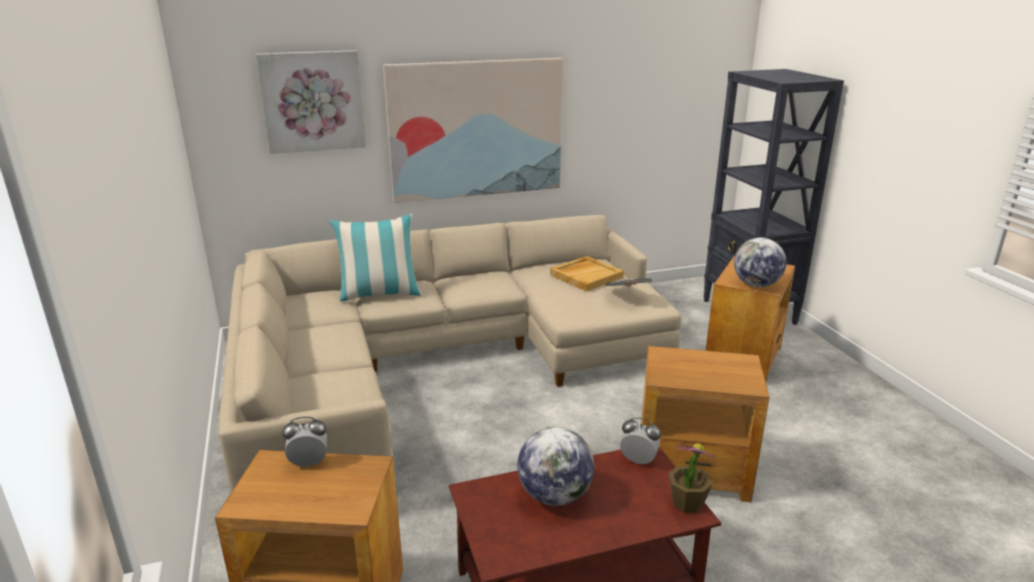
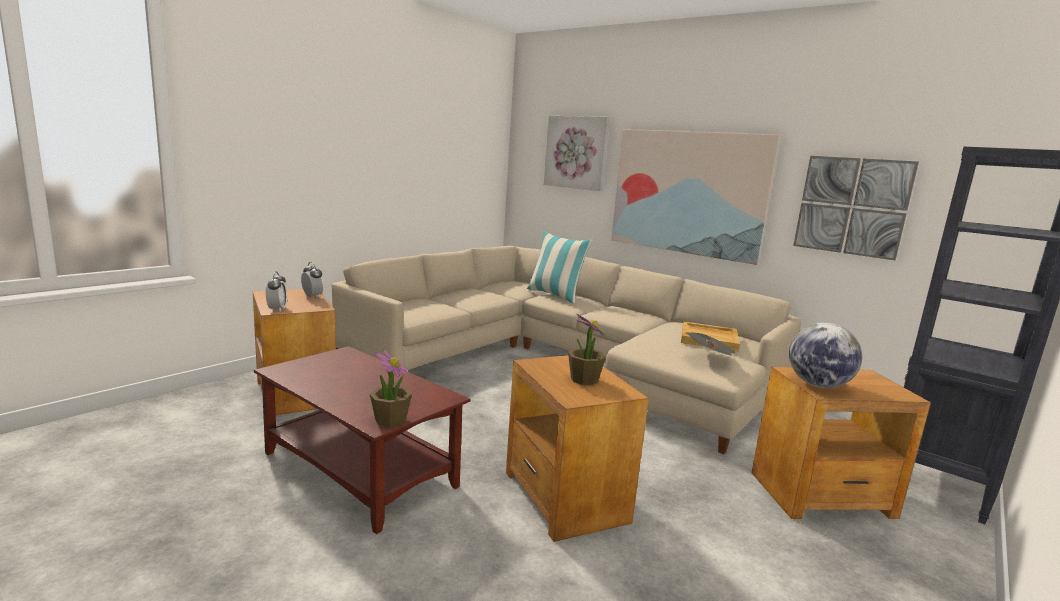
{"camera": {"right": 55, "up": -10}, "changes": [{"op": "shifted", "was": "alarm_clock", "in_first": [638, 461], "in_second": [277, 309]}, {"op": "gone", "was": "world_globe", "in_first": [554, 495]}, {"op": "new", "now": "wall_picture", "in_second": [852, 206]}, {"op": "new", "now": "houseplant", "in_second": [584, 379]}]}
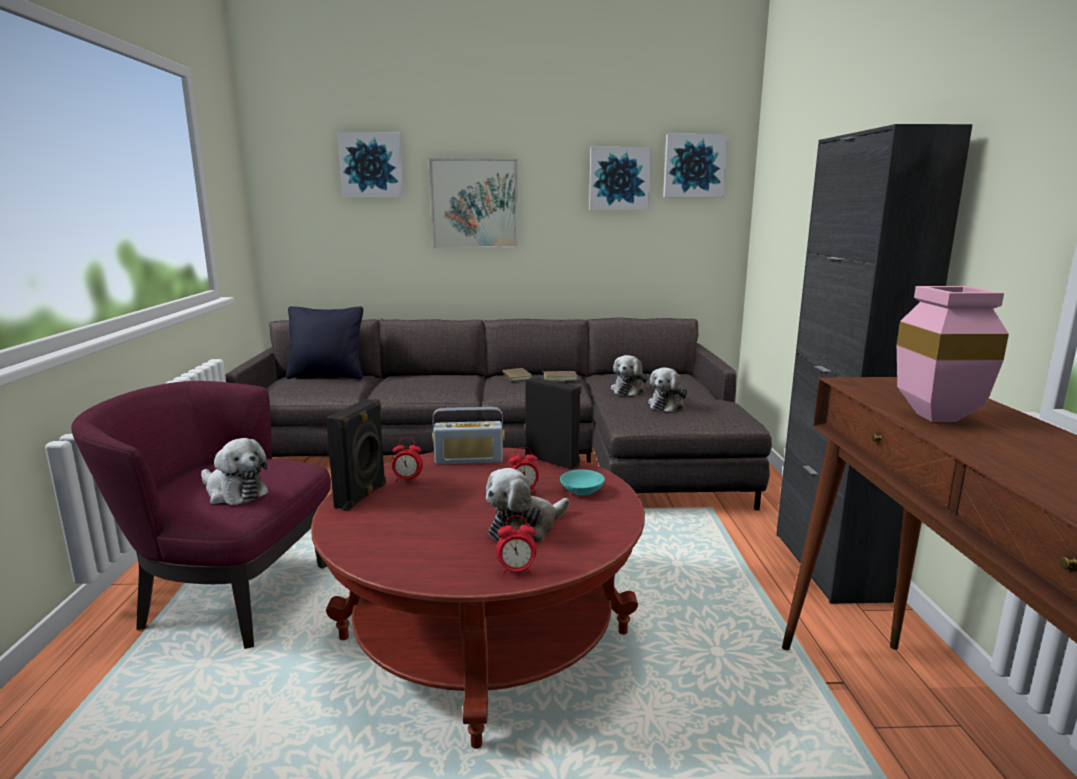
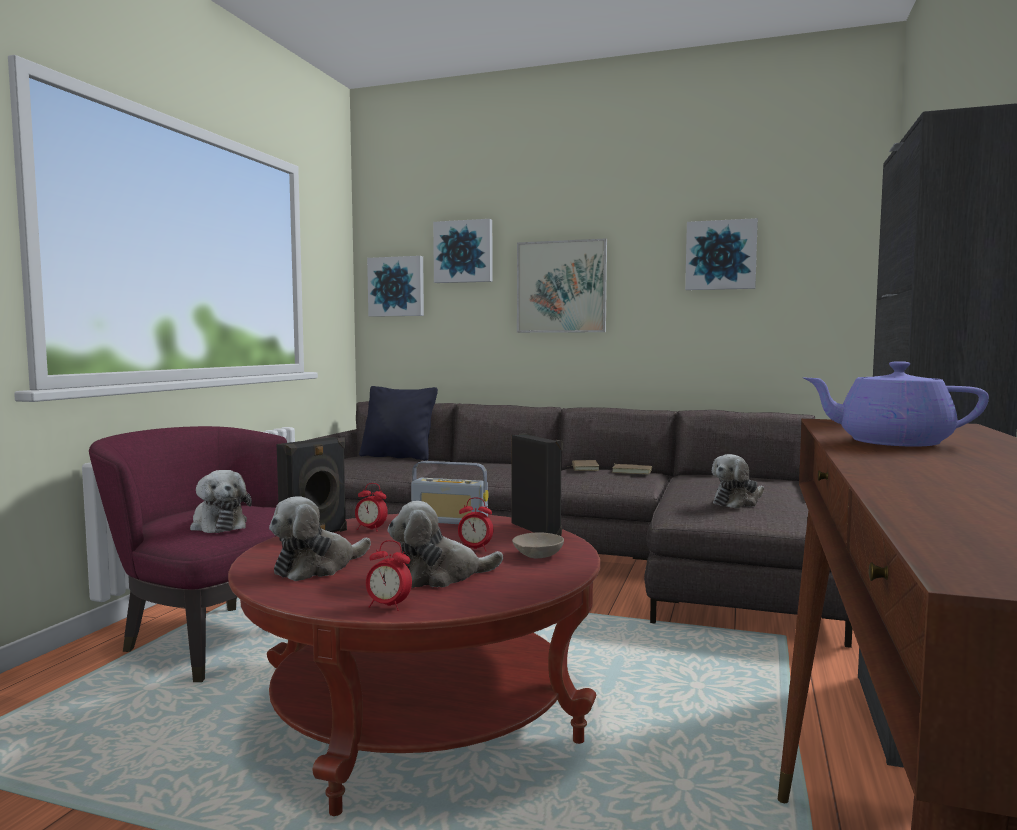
{"camera": {"right": 20, "up": -10}, "changes": [{"op": "shifted", "was": "wall_picture", "in_first": [694, 166], "in_second": [397, 287]}, {"op": "swapped", "was": "pink_vase", "now": "purple_tea_pot", "in_first": [941, 419], "in_second": [891, 442]}, {"op": "shifted", "was": "plush_toy", "in_first": [629, 390], "in_second": [317, 567]}, {"op": "repainted", "was": "turquoise-coloured_bowl", "now": "sand-coloured_bowl", "in_first": [583, 490], "in_second": [540, 555]}]}
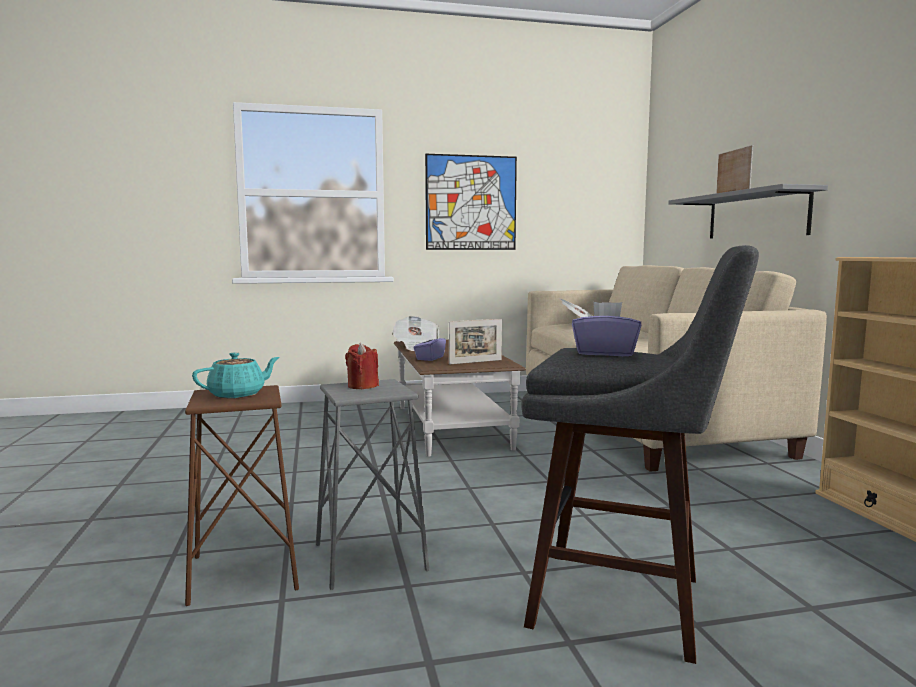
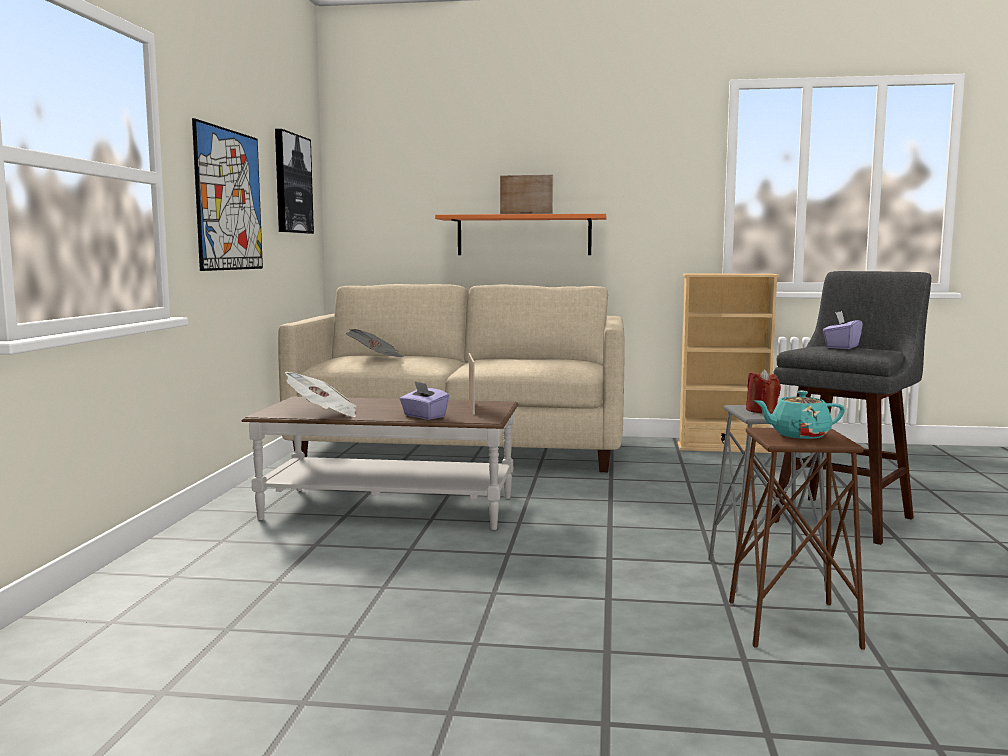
{"camera": {"right": -70, "up": 0}, "changes": [{"op": "repainted", "was": "grey_wall_shelf", "now": "orange-coloured_wall_shelf", "in_first": [756, 215], "in_second": [524, 235]}, {"op": "rotated", "was": "turquoise-coloured_tea_pot", "in_first": [238, 394], "in_second": [798, 435], "clockwise": -75}, {"op": "new", "now": "wall_picture", "in_second": [292, 184]}]}
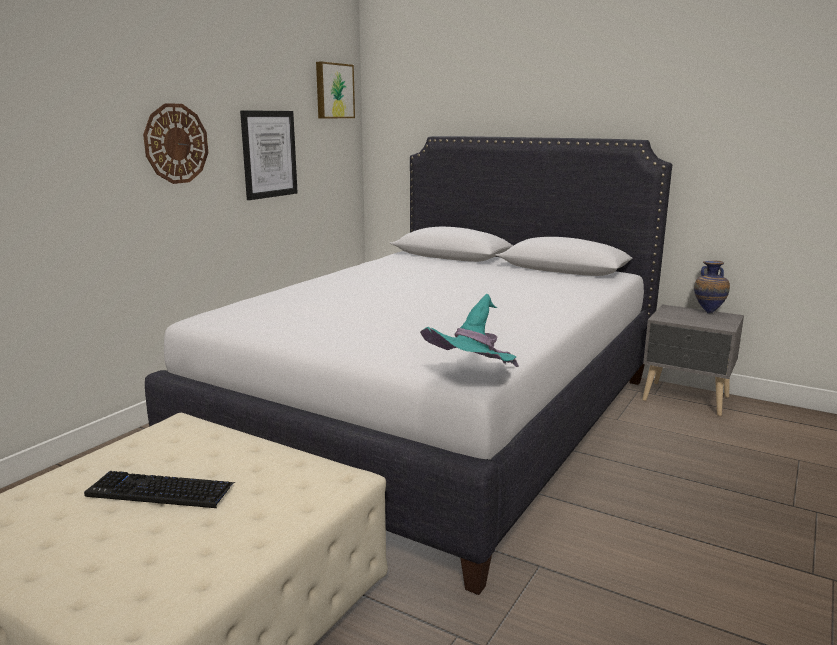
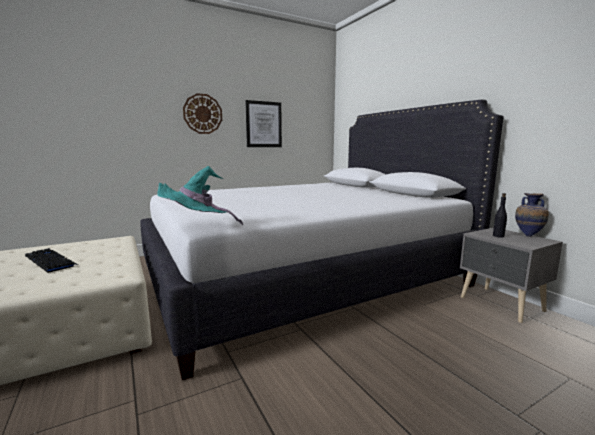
{"camera": {"right": 30, "up": -5}, "changes": [{"op": "gone", "was": "wall_picture", "in_first": [333, 91]}, {"op": "new", "now": "black_beverage_bottle", "in_second": [498, 236]}]}
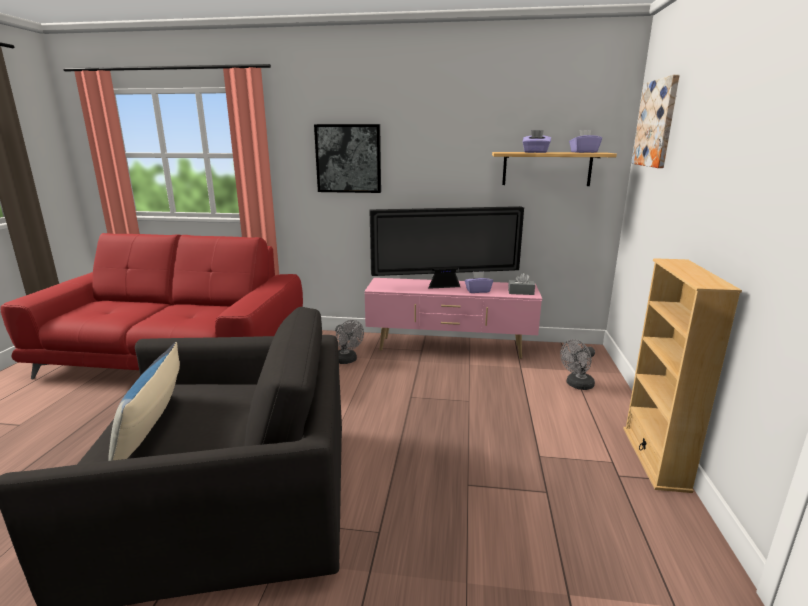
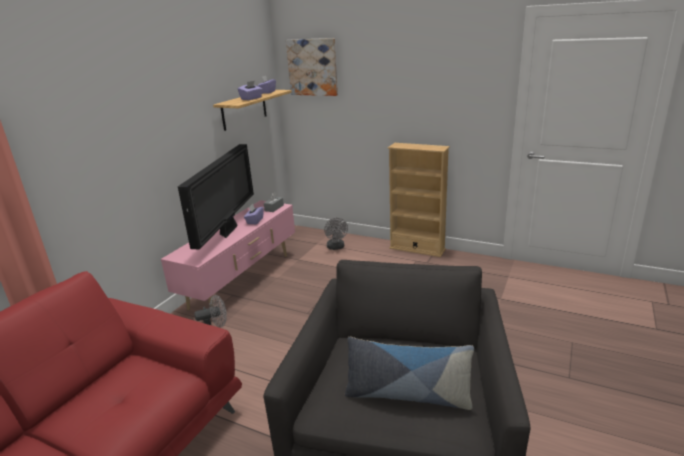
{"camera": {"right": -70, "up": 5}, "changes": [{"op": "gone", "was": "wall_picture", "in_first": [348, 158]}]}
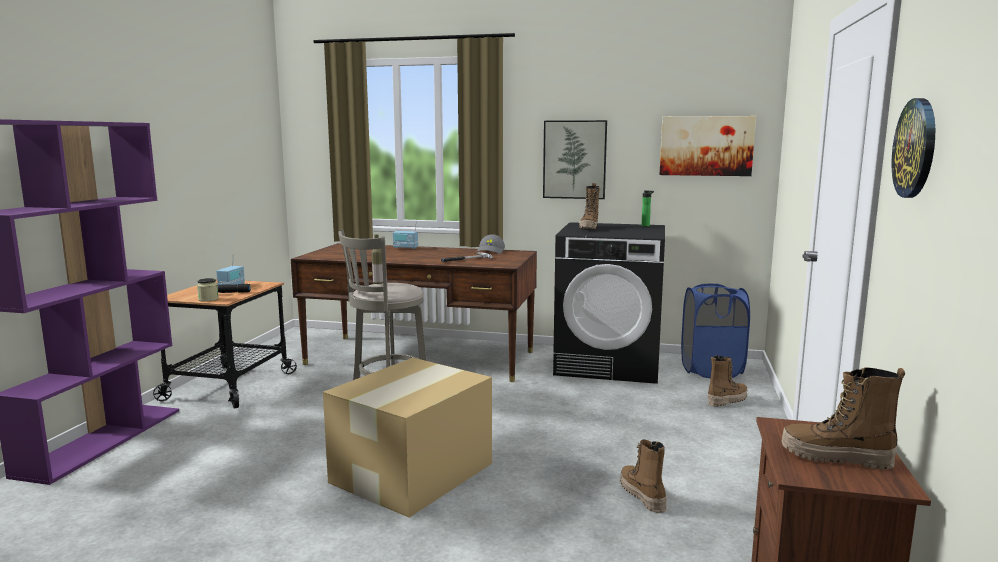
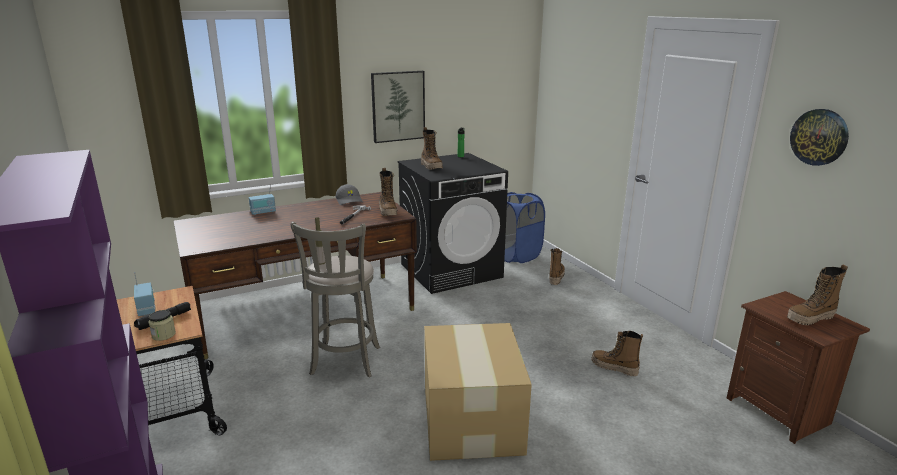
{"camera": {"right": -40, "up": 10}, "changes": [{"op": "gone", "was": "wall_picture", "in_first": [706, 146]}, {"op": "new", "now": "tall_boot", "in_second": [388, 211]}]}
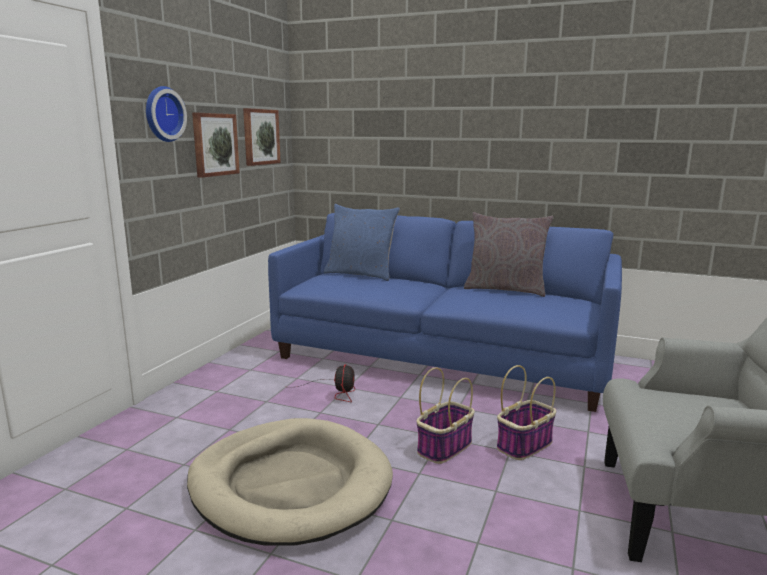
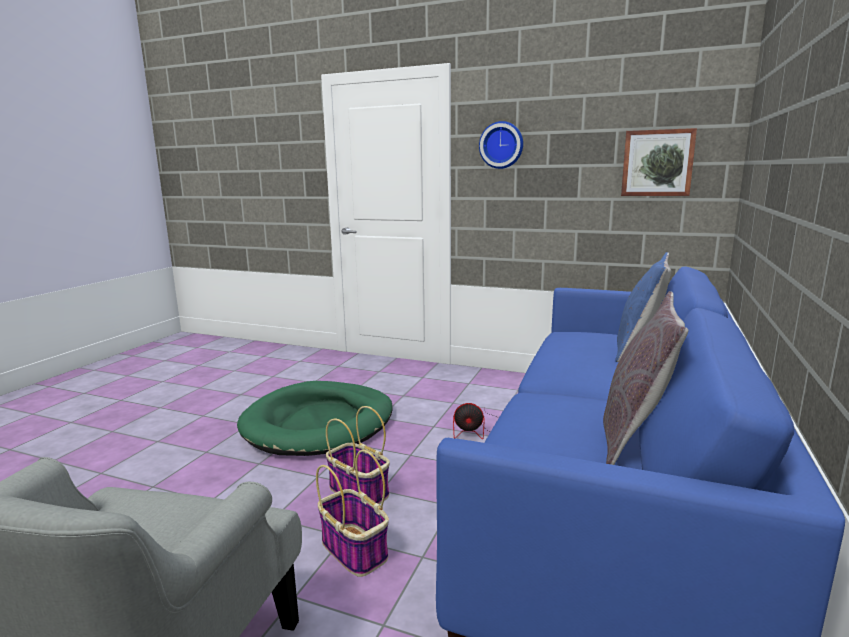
{"camera": {"right": 90, "up": 0}, "changes": [{"op": "gone", "was": "wall_picture", "in_first": [214, 144]}, {"op": "repainted", "was": "sand-coloured_dog_bed", "now": "greenish_dog_bed", "in_first": [290, 485], "in_second": [319, 423]}]}
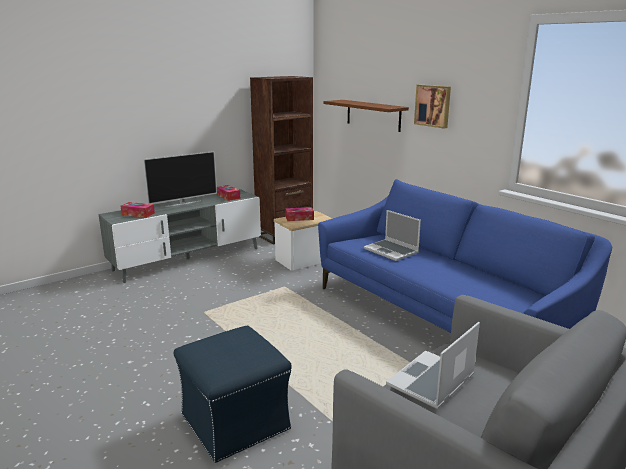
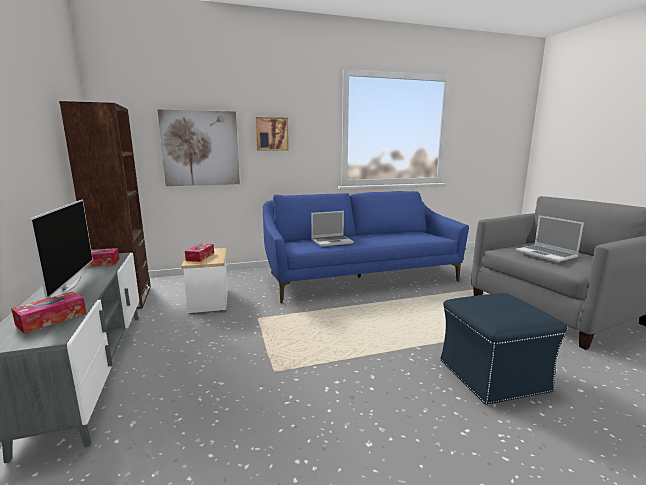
{"camera": {"right": -70, "up": -5}, "changes": [{"op": "swapped", "was": "brown-coloured_wall_shelf", "now": "wall_picture", "in_first": [373, 115], "in_second": [200, 148]}]}
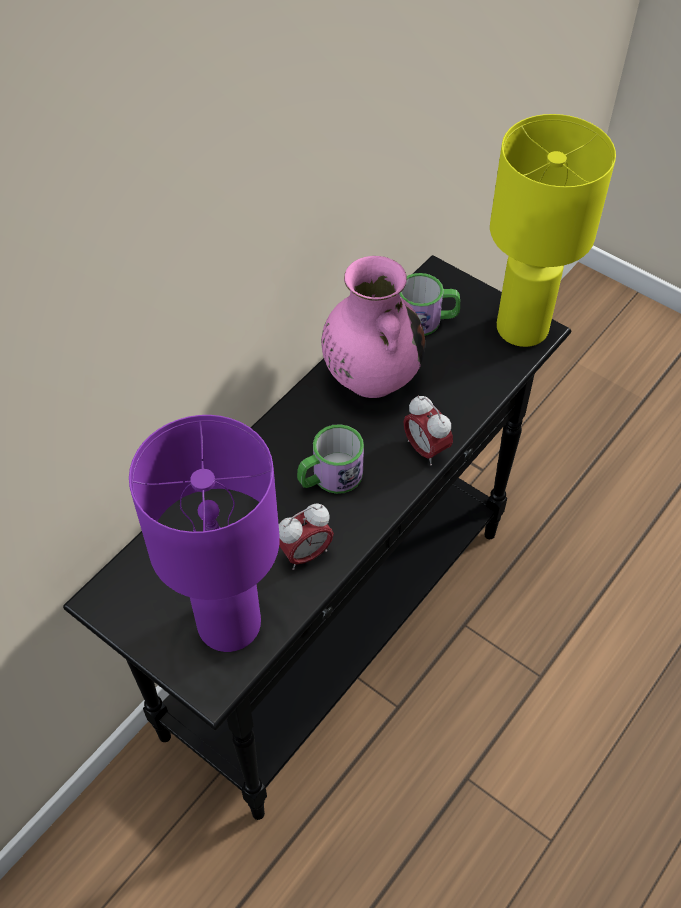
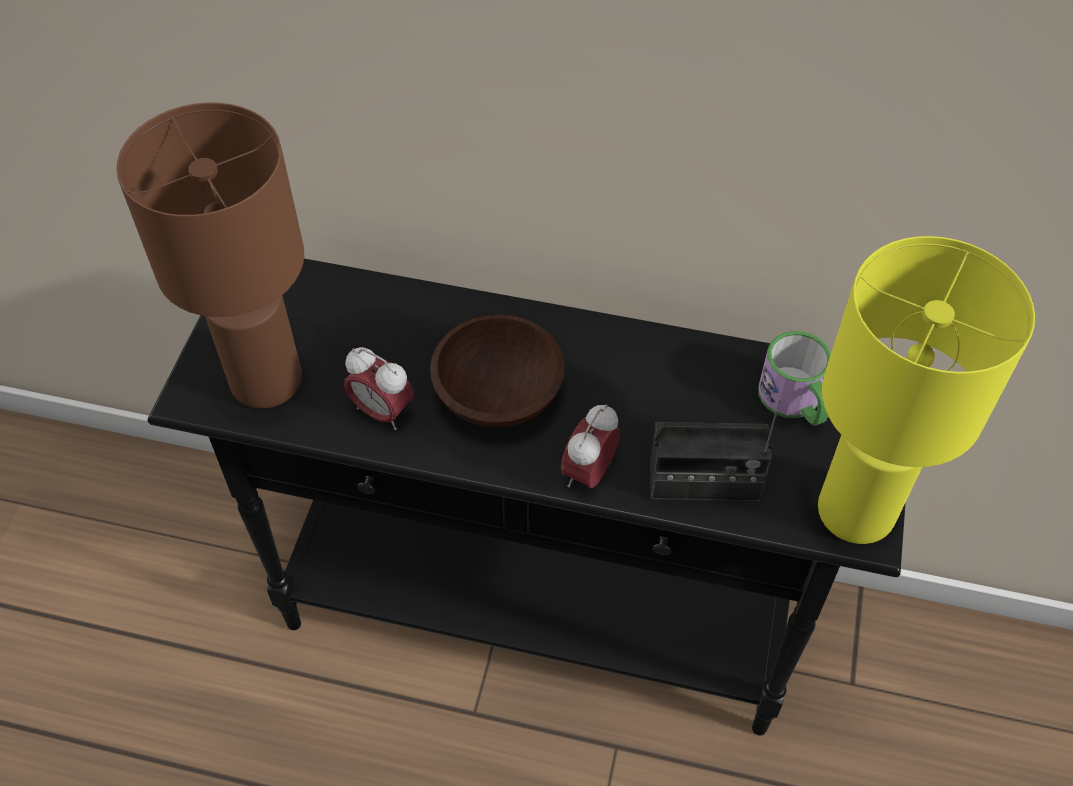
{"camera": {"right": 65, "up": 0}, "changes": [{"op": "gone", "was": "pink_vase", "in_first": [371, 376]}, {"op": "repainted", "was": "purple_lamp_for_a_table", "now": "brown-coloured_lamp_for_a_table", "in_first": [230, 623], "in_second": [268, 381]}, {"op": "swapped", "was": "mug", "now": "brown-coloured_bowl", "in_first": [329, 477], "in_second": [496, 394]}, {"op": "new", "now": "radio_set", "in_second": [704, 483]}]}
